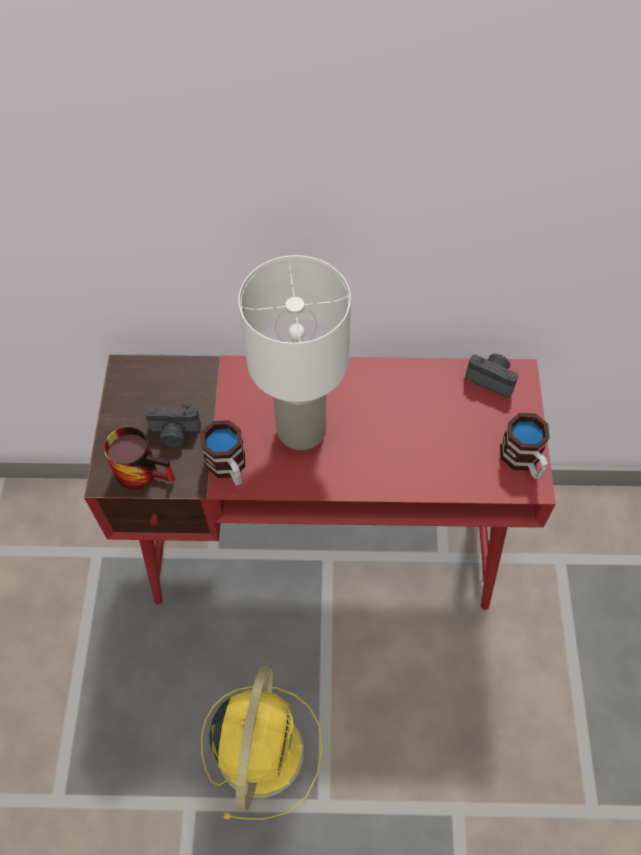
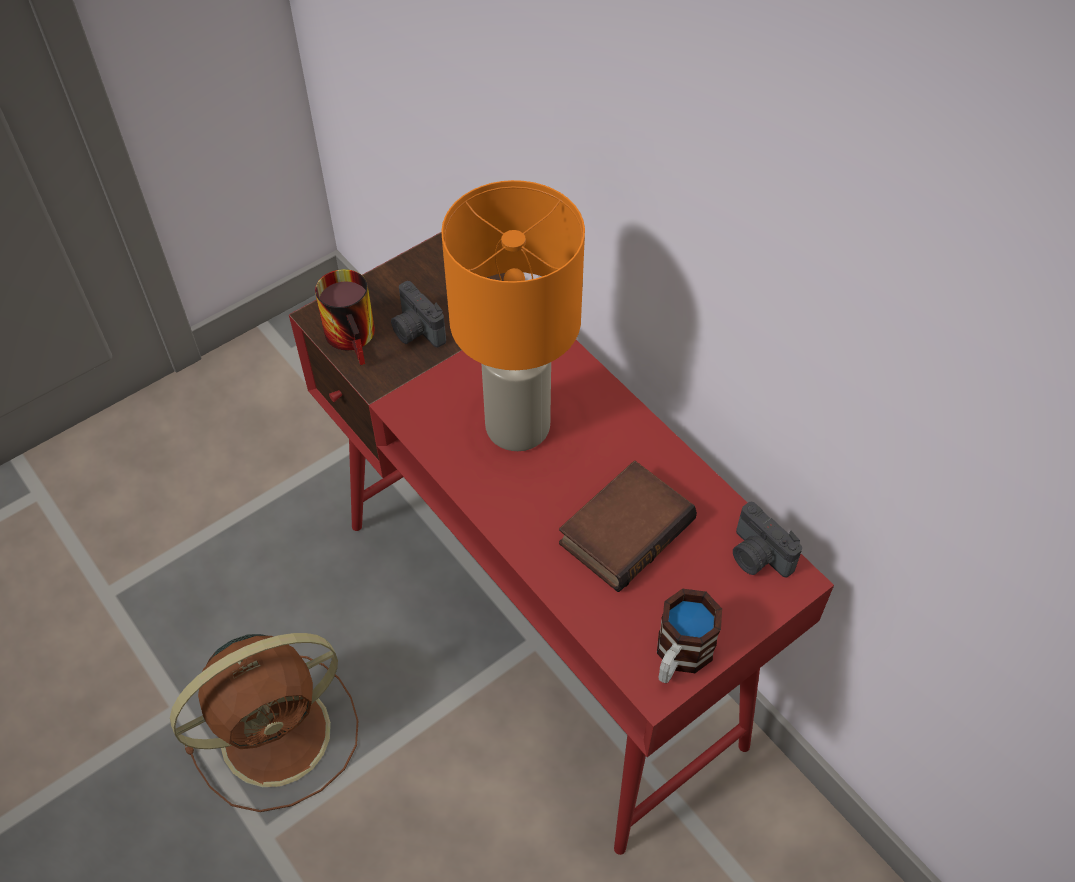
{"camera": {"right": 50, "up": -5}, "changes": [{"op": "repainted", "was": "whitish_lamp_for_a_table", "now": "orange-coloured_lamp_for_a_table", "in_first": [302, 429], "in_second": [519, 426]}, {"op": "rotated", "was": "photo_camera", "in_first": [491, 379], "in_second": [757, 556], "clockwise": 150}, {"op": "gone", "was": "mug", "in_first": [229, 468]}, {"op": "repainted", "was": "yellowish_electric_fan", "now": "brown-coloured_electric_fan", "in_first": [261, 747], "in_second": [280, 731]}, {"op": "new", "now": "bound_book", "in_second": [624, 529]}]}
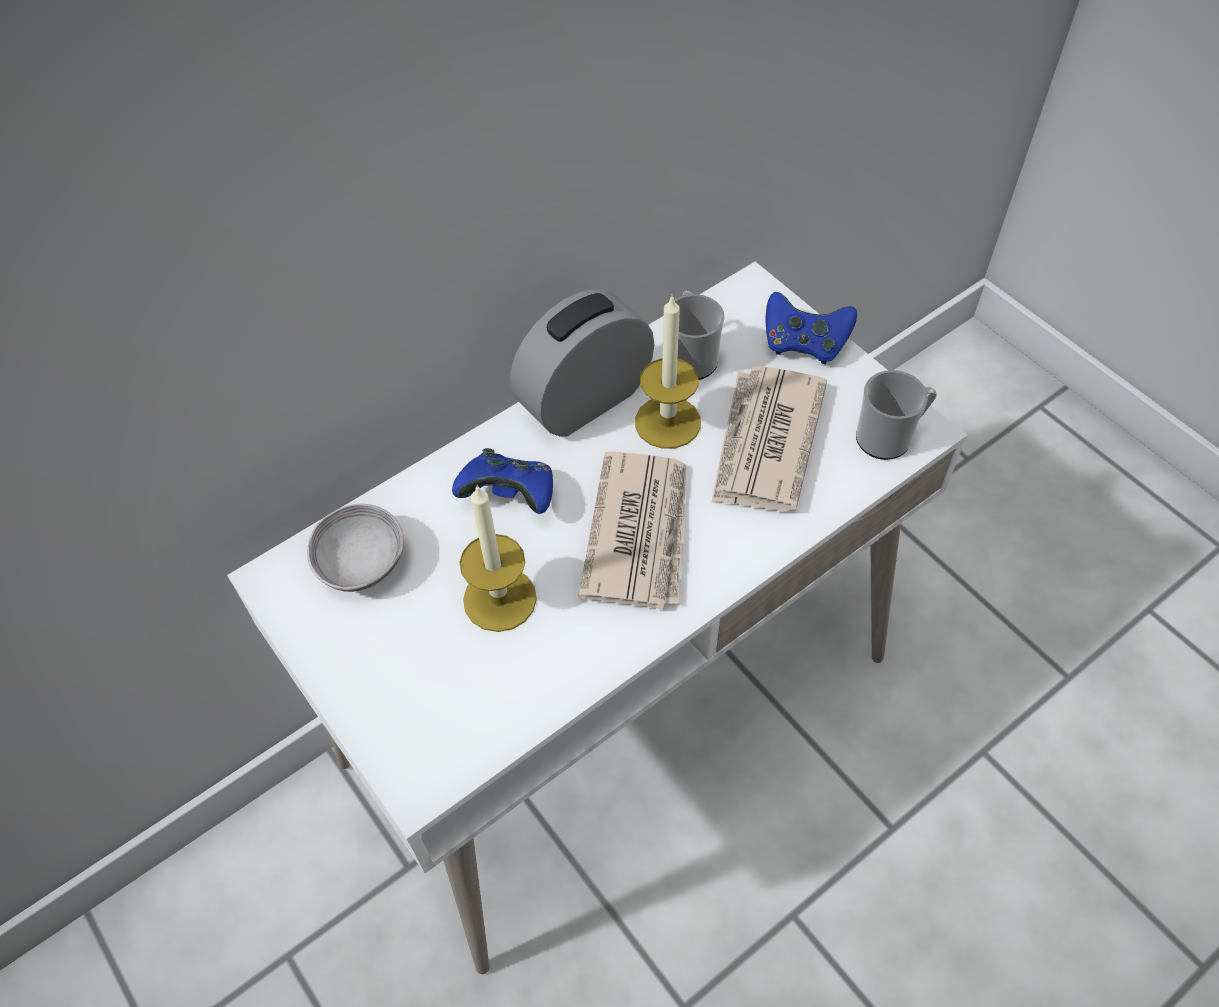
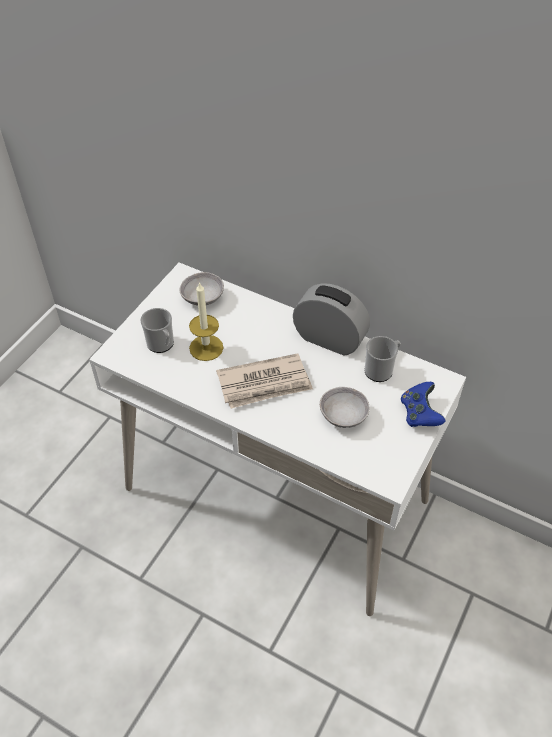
{"camera": {"right": 65, "up": -5}, "changes": [{"op": "gone", "was": "wax_light", "in_first": [667, 422]}, {"op": "swapped", "was": "printed_paper", "now": "grey_bowl", "in_first": [765, 443], "in_second": [343, 416]}, {"op": "shifted", "was": "mug", "in_first": [889, 437], "in_second": [162, 345]}, {"op": "gone", "was": "blue-coloured_game_controller", "in_first": [510, 496]}]}
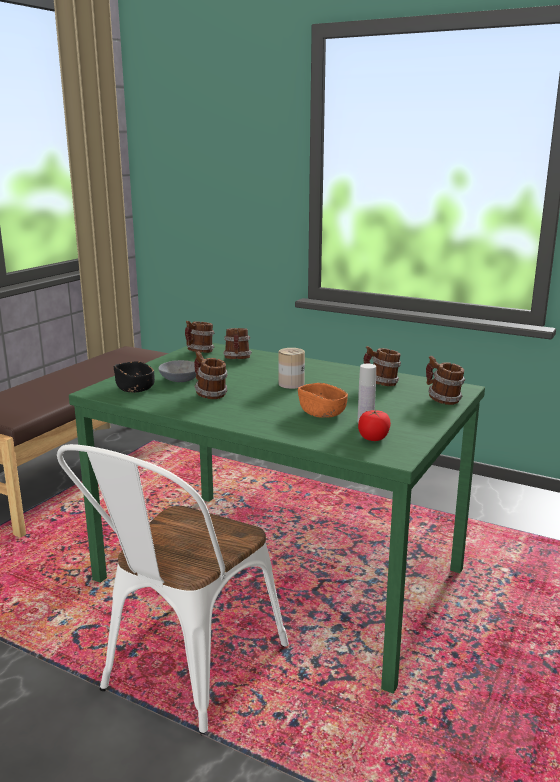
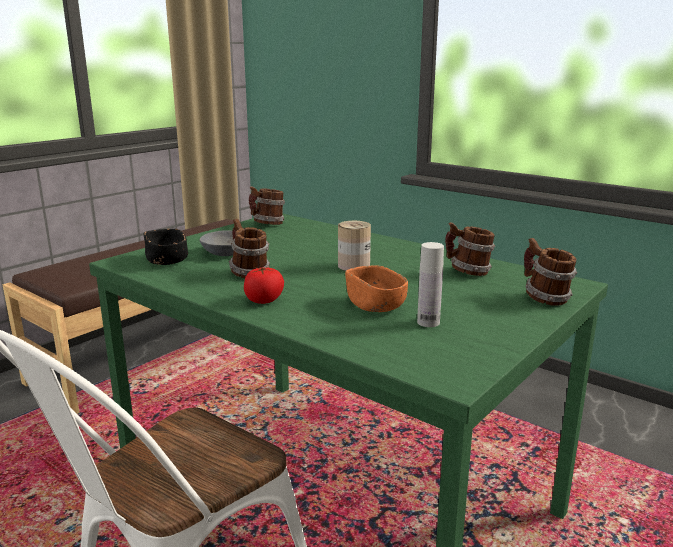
{"camera": {"right": 10, "up": 0}, "changes": [{"op": "gone", "was": "mug", "in_first": [237, 359]}, {"op": "shifted", "was": "tomato", "in_first": [373, 438], "in_second": [264, 300]}]}
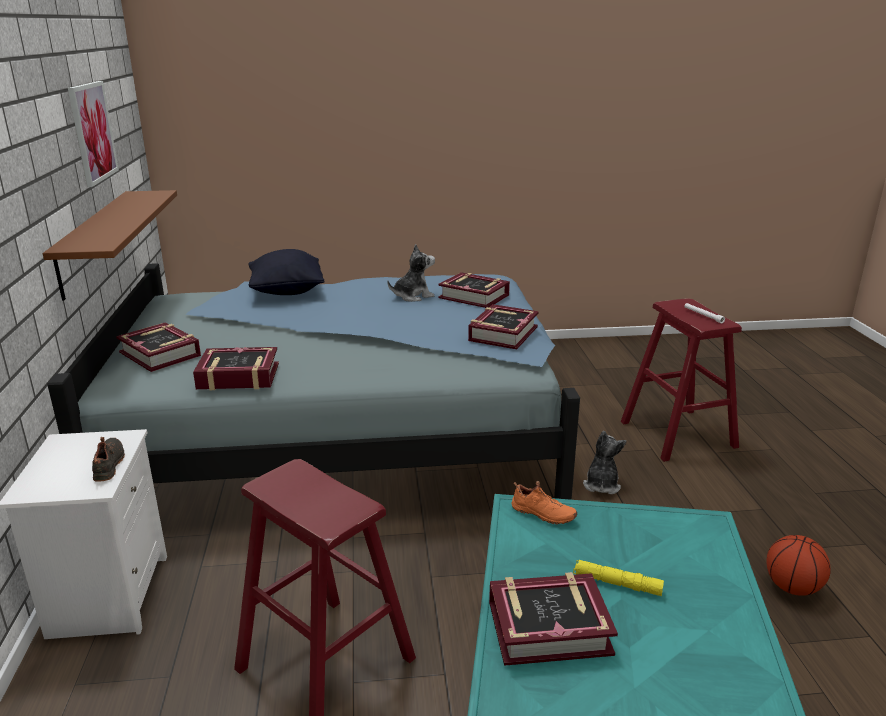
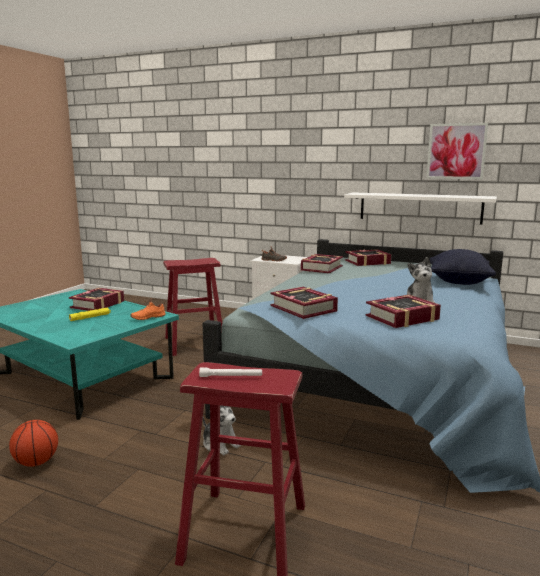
{"camera": {"right": 120, "up": -10}, "changes": [{"op": "repainted", "was": "brown-coloured_wall_shelf", "now": "whitish_wall_shelf", "in_first": [94, 241], "in_second": [419, 207]}]}
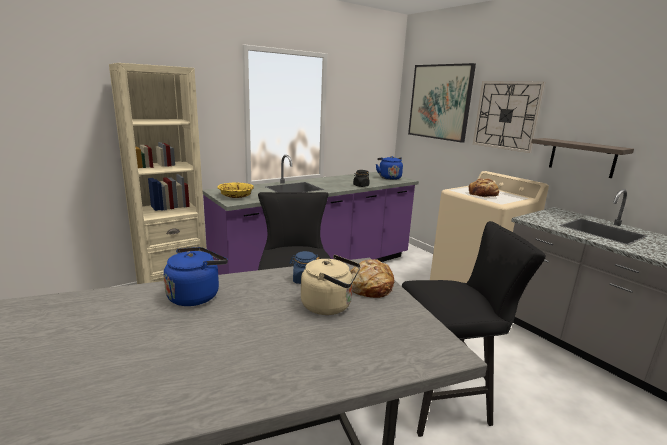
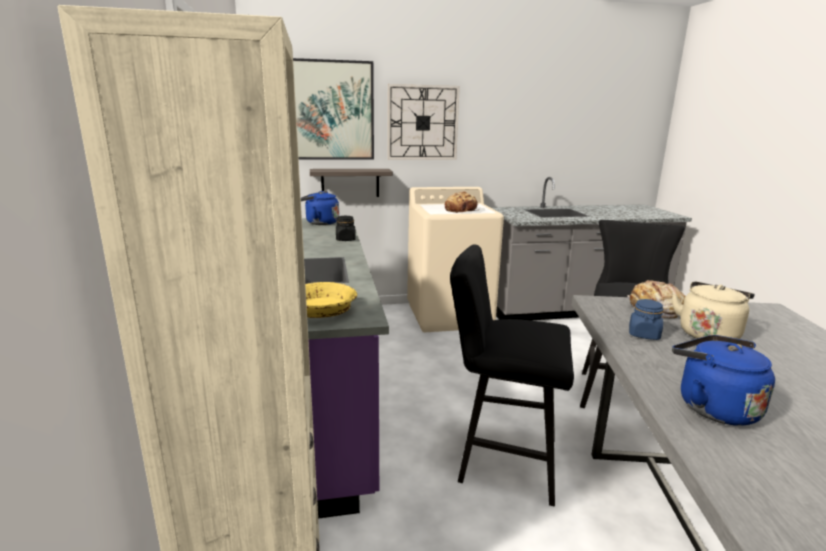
{"camera": {"right": -65, "up": 0}, "changes": [{"op": "shifted", "was": "wall_shelf", "in_first": [582, 157], "in_second": [350, 183]}]}
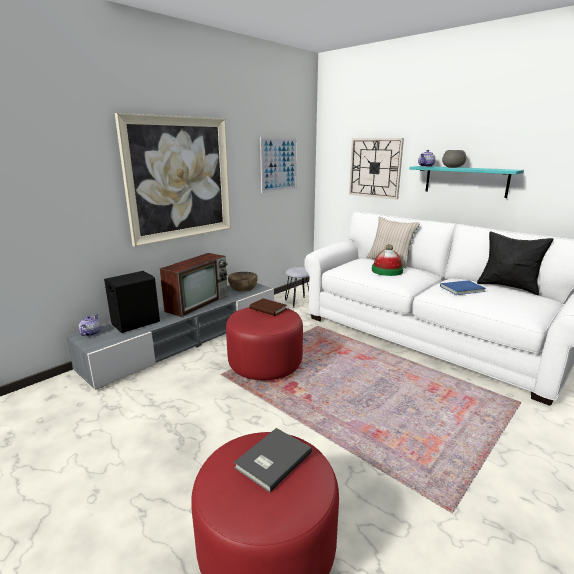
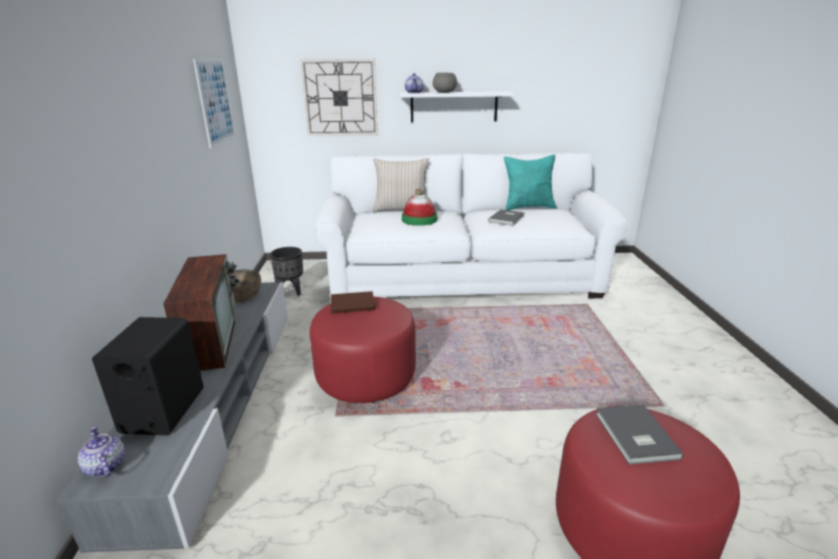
{"camera": {"right": -45, "up": 5}, "changes": [{"op": "gone", "was": "wall_picture", "in_first": [179, 179]}, {"op": "repainted", "was": "turquoise-coloured_wall_shelf", "now": "whitish_wall_shelf", "in_first": [465, 181], "in_second": [454, 106]}, {"op": "repainted", "was": "black_pillow", "now": "turquoise-coloured_pillow", "in_first": [508, 287], "in_second": [528, 207]}, {"op": "swapped", "was": "grey_sitting_stool", "now": "black_flower_pot", "in_first": [299, 302], "in_second": [291, 291]}, {"op": "repainted", "was": "blue-coloured_bound_book", "now": "grey_bound_book", "in_first": [463, 289], "in_second": [507, 218]}]}
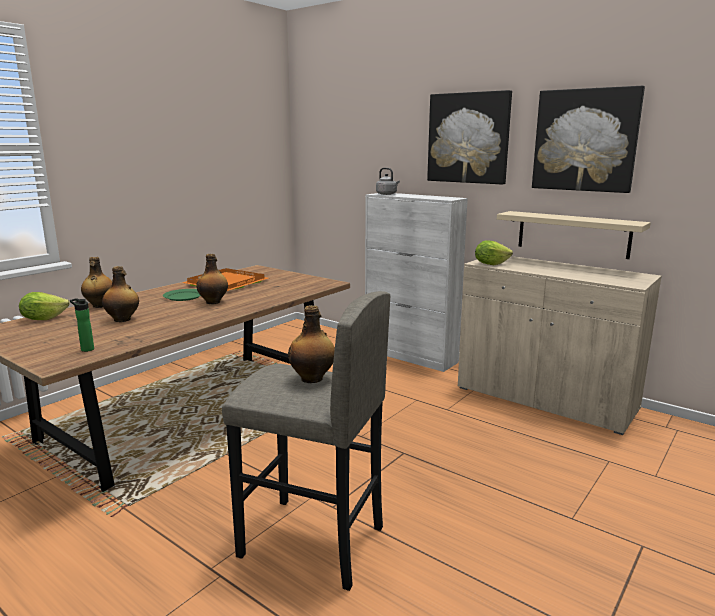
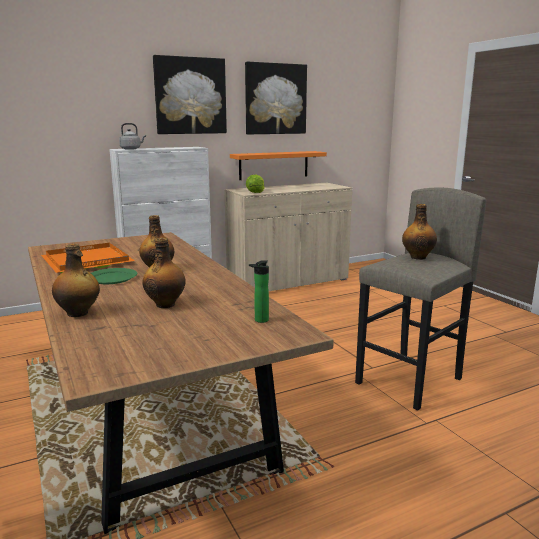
{"camera": {"right": -65, "up": 0}, "changes": [{"op": "repainted", "was": "sand-coloured_wall_shelf", "now": "orange-coloured_wall_shelf", "in_first": [573, 234], "in_second": [274, 165]}, {"op": "gone", "was": "head_of_lettuce", "in_first": [43, 319]}]}
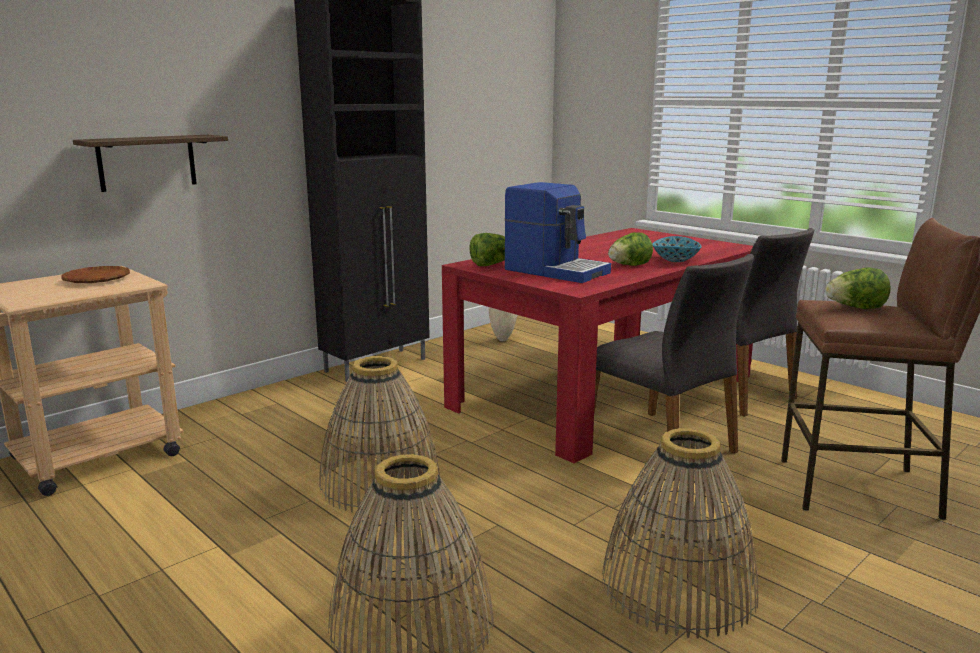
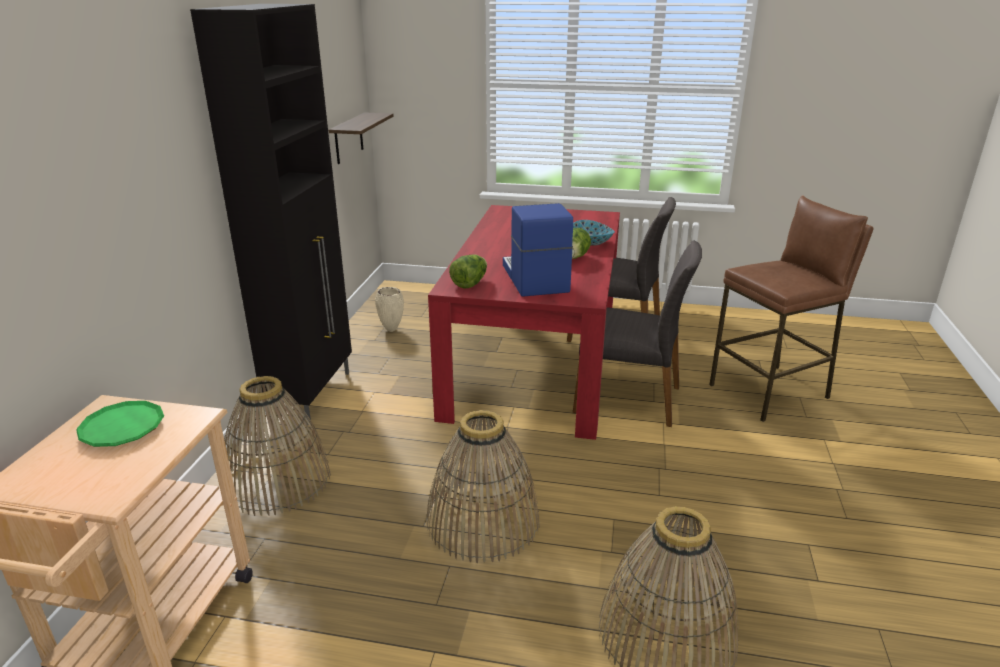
{"camera": {"right": -35, "up": 10}, "changes": [{"op": "shifted", "was": "wall_shelf", "in_first": [147, 162], "in_second": [348, 138]}, {"op": "rotated", "was": "coffee_maker", "in_first": [556, 271], "in_second": [534, 279], "clockwise": -105}, {"op": "repainted", "was": "brown-coloured_plate", "now": "greenish_plate", "in_first": [97, 279], "in_second": [122, 428]}, {"op": "gone", "was": "head_of_lettuce", "in_first": [855, 308]}, {"op": "shifted", "was": "basket", "in_first": [678, 586], "in_second": [277, 480]}]}
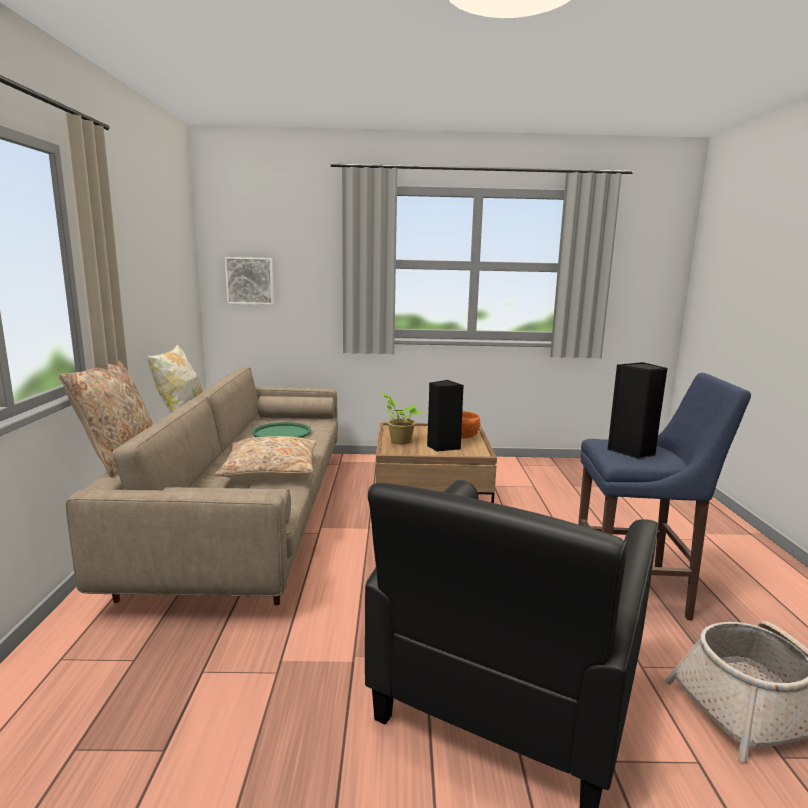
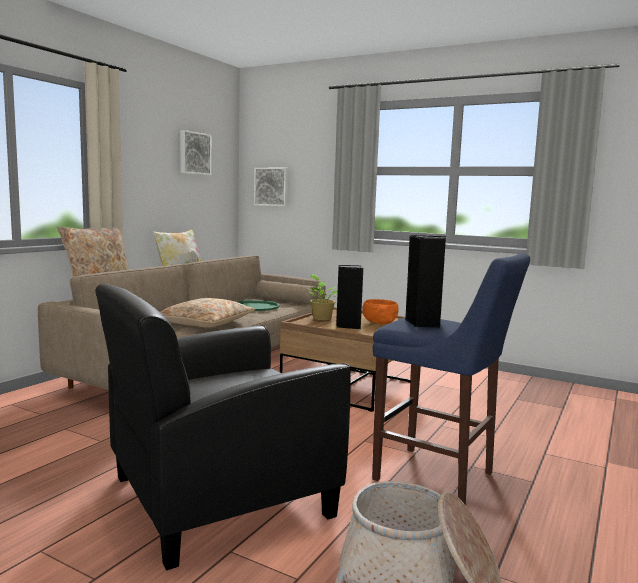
{"camera": {"right": 30, "up": -5}, "changes": [{"op": "new", "now": "wall_picture", "in_second": [194, 153]}]}
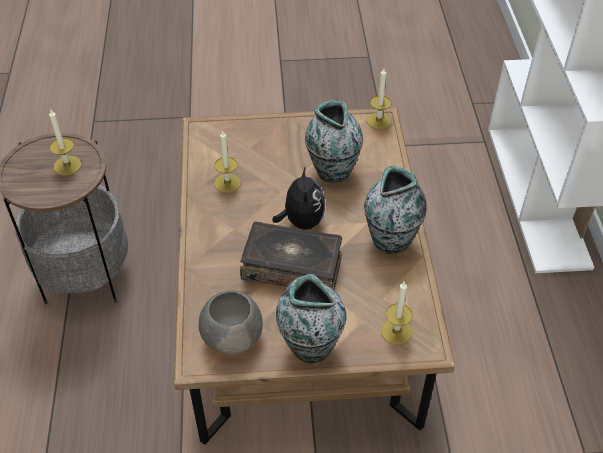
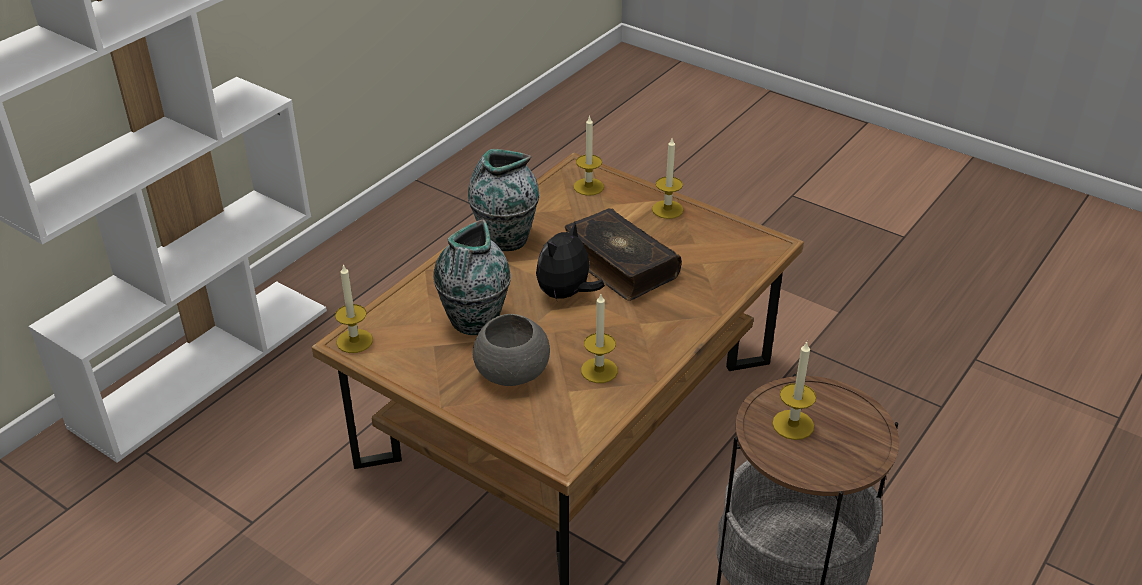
{"camera": {"right": -140, "up": -10}, "changes": [{"op": "swapped", "was": "vase", "now": "wax_light", "in_first": [310, 345], "in_second": [667, 209]}, {"op": "shifted", "was": "grey_bowl", "in_first": [233, 335], "in_second": [510, 373]}]}
